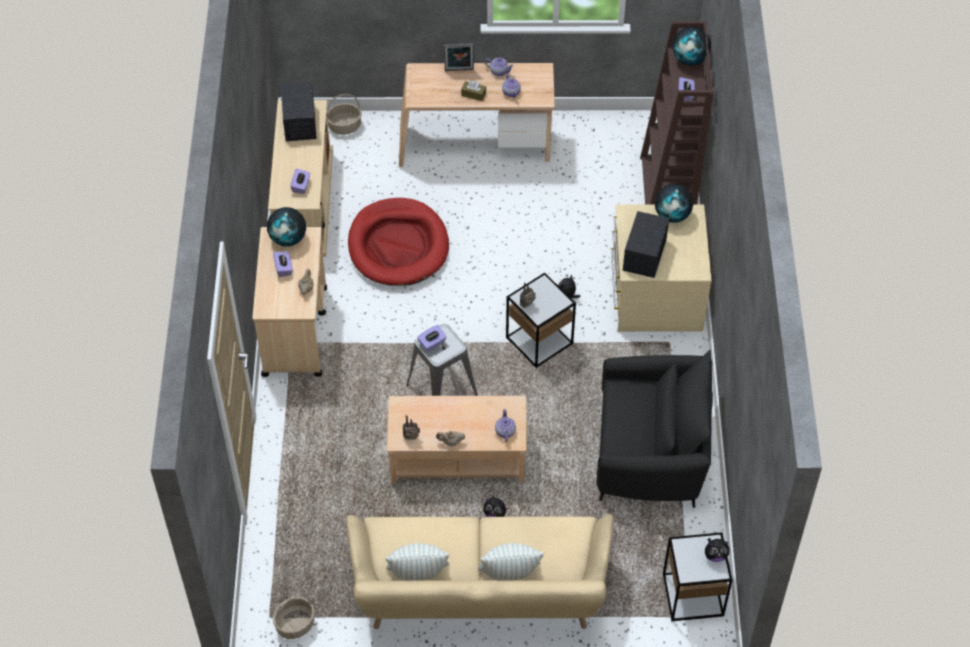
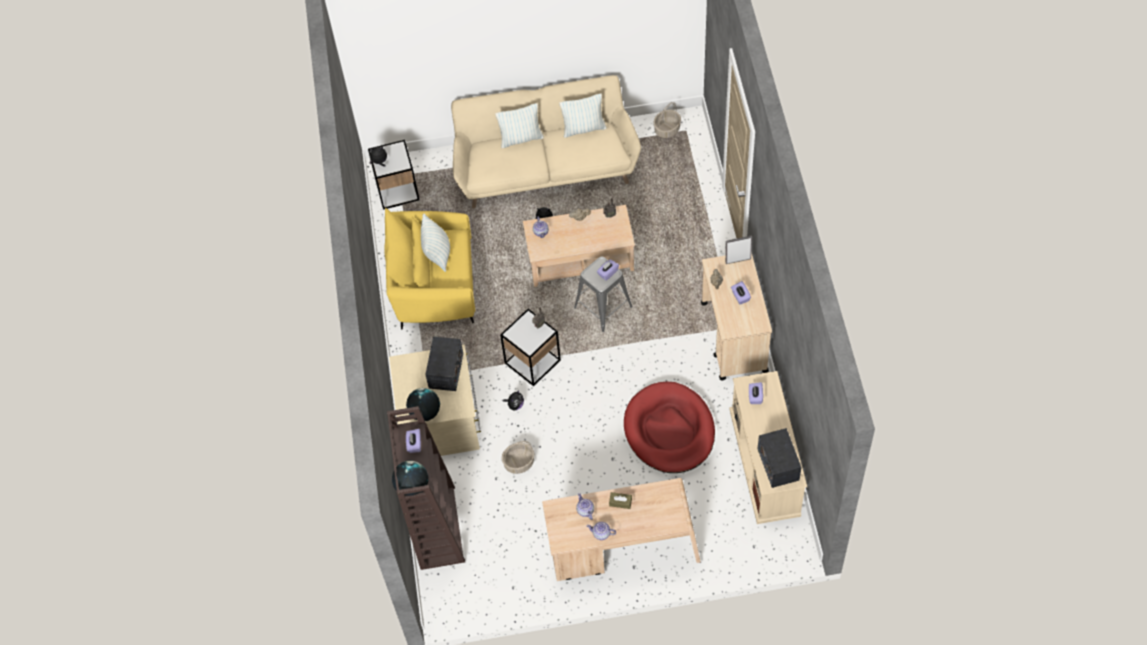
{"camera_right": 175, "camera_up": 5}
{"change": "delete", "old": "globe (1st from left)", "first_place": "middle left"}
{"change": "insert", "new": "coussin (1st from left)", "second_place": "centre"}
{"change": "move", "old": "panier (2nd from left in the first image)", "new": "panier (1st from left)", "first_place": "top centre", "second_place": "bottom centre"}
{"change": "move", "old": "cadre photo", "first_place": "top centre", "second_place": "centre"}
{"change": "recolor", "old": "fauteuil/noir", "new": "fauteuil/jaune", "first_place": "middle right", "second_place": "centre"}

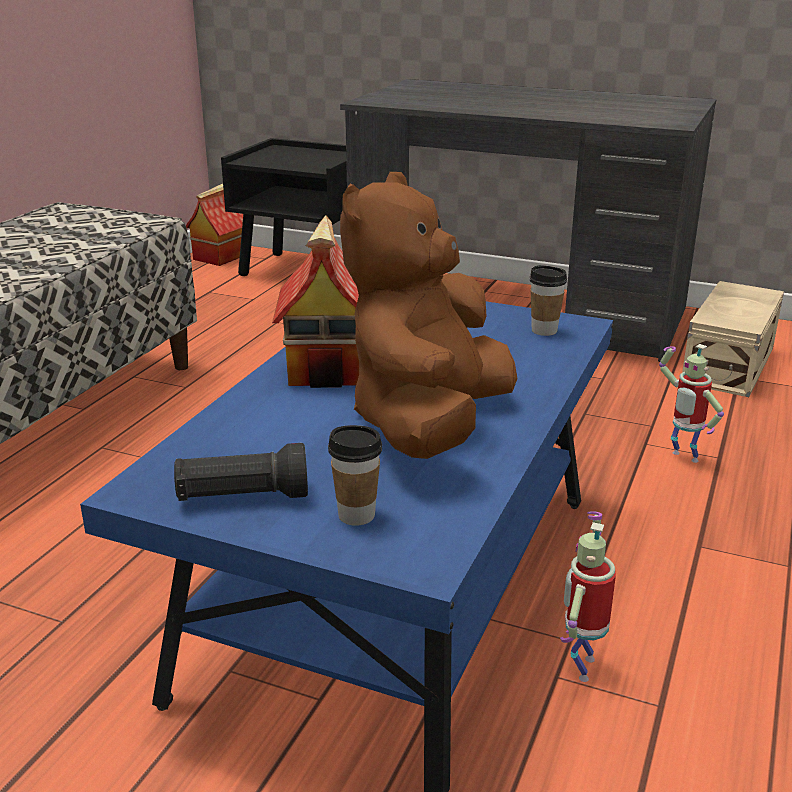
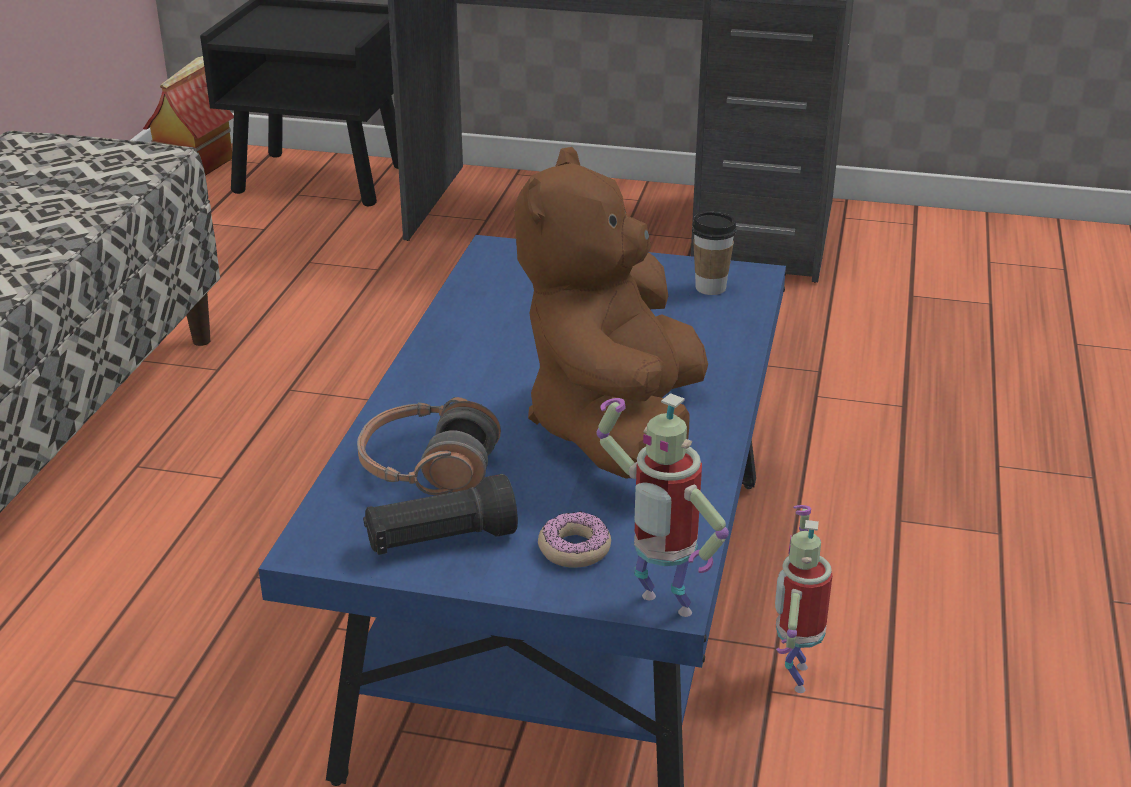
{"camera_right": -10, "camera_up": 5}
{"change": "delete", "old": "maison miniature (2nd from left)", "first_place": "centre"}
{"change": "delete", "old": "boîte de rangement/beige", "first_place": "middle right"}
{"change": "insert", "new": "casque audio", "second_place": "centre"}
{"change": "move", "old": "robot jouet (2nd from left in the first image)", "new": "robot jouet (1st from left)", "first_place": "middle right", "second_place": "centre"}
{"change": "replace", "old": "tasse (1st from left)", "new": "beignet", "first_place": "centre", "second_place": "bottom centre"}

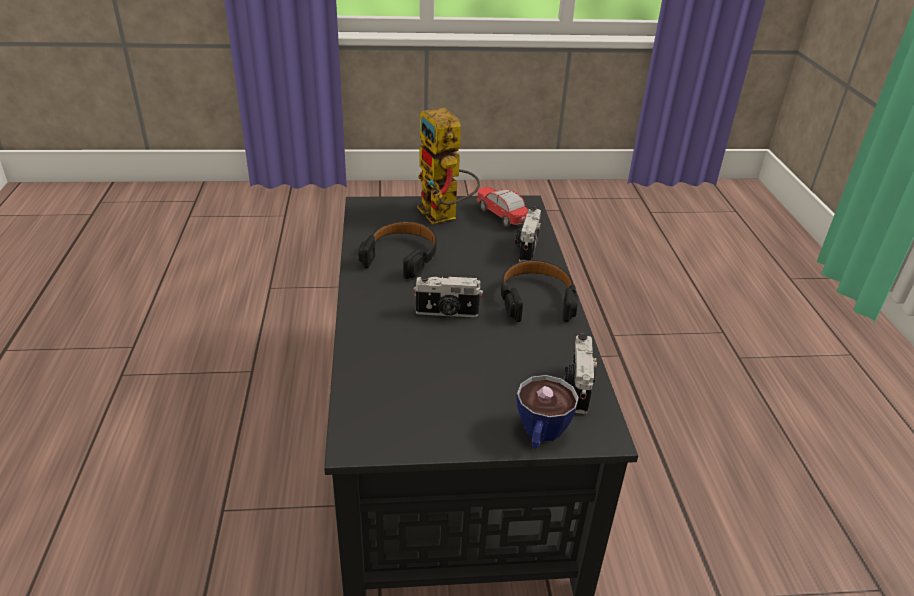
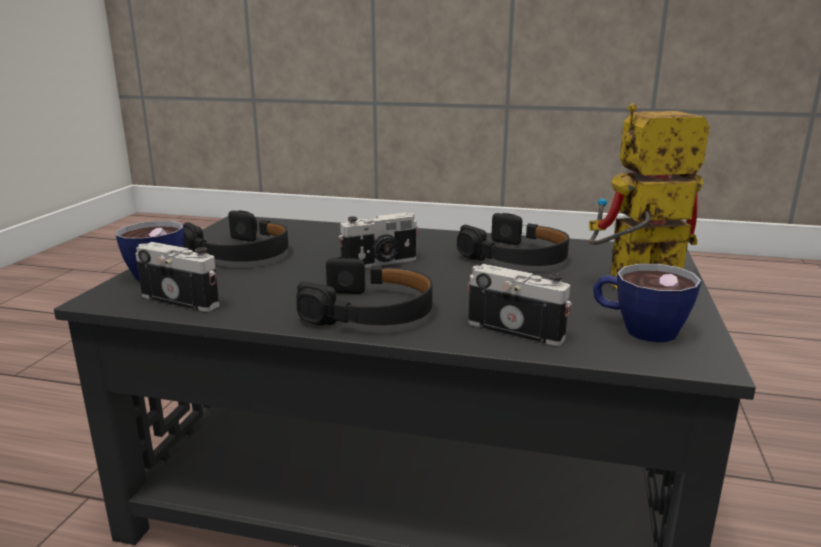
{"camera_right": 110, "camera_up": -15}
{"change": "insert", "new": "casque audio/noir (1st from left)", "second_place": "middle left"}
{"change": "replace", "old": "petite voiture", "new": "tasse (2nd from left)", "first_place": "centre", "second_place": "middle right"}
{"change": "rotate", "old": "appareil photo (1st from left in the first image)", "first_place": "centre", "second_place": "centre", "degrees": -135}

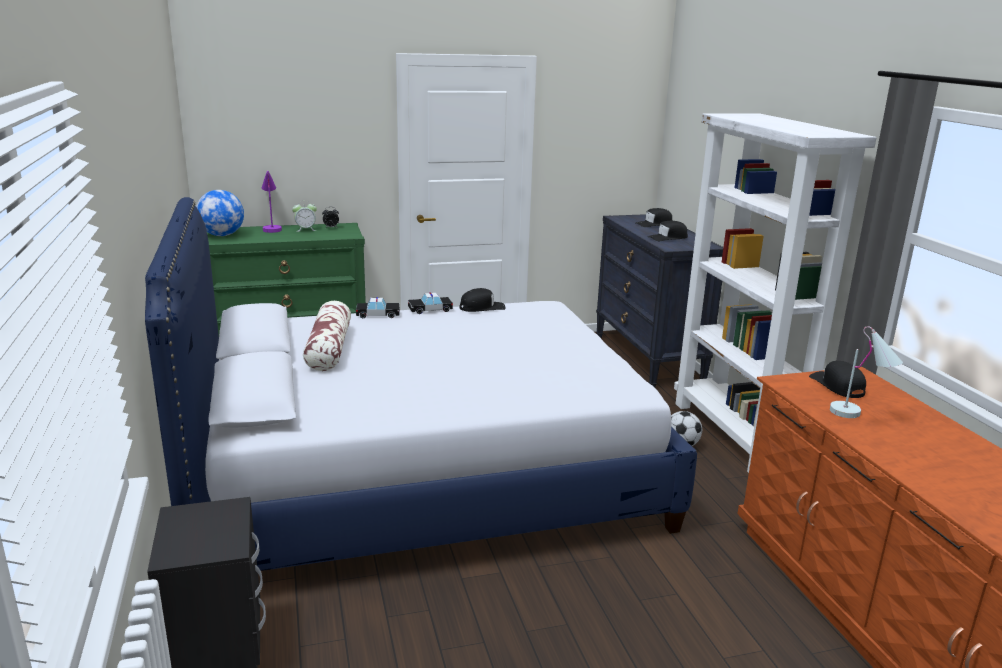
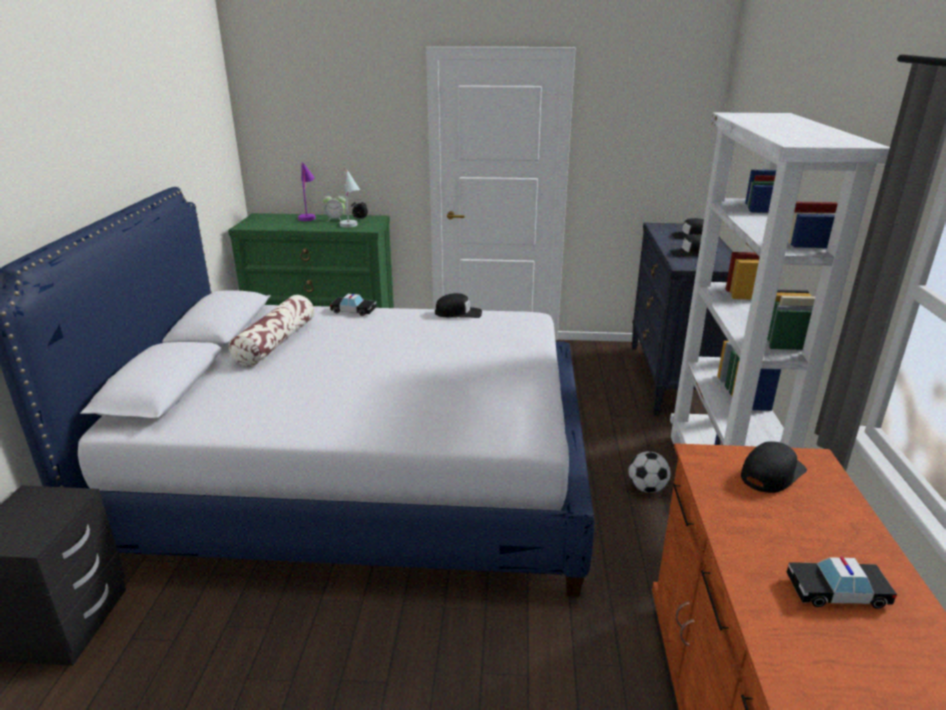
{"camera_right": 20, "camera_up": 5}
{"change": "delete", "old": "globe", "first_place": "top left"}
{"change": "move", "old": "petite voiture (2nd from left)", "first_place": "centre", "second_place": "bottom right"}
{"change": "move", "old": "lampe de table/blanc", "first_place": "middle right", "second_place": "top centre"}
{"change": "rotate", "old": "casquette/noir (4th from left)", "first_place": "middle right", "second_place": "middle right", "degrees": 45}

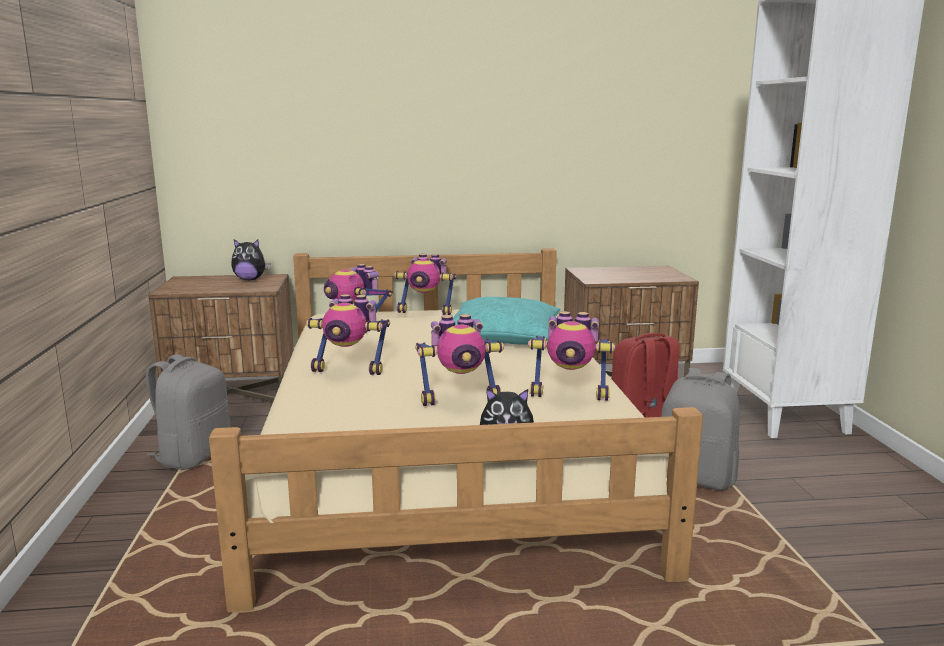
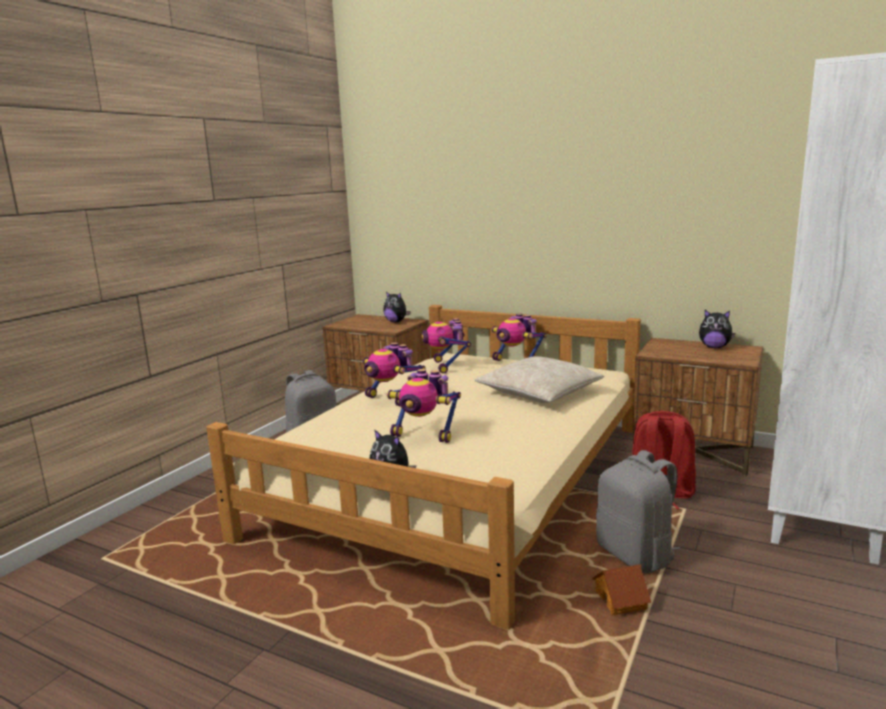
{"camera_right": 35, "camera_up": 0}
{"change": "delete", "old": "robot jouet (5th from left)", "first_place": "centre"}
{"change": "insert", "new": "maison miniature", "second_place": "bottom right"}
{"change": "insert", "new": "peluche (3rd from left)", "second_place": "middle right"}
{"change": "recolor", "old": "coussin/turquoise", "new": "coussin/beige", "first_place": "centre", "second_place": "centre"}

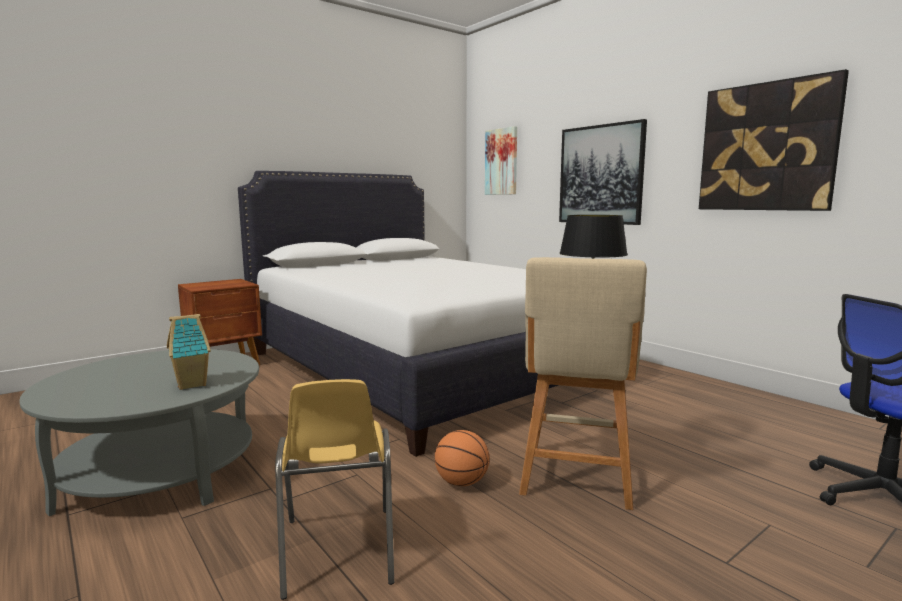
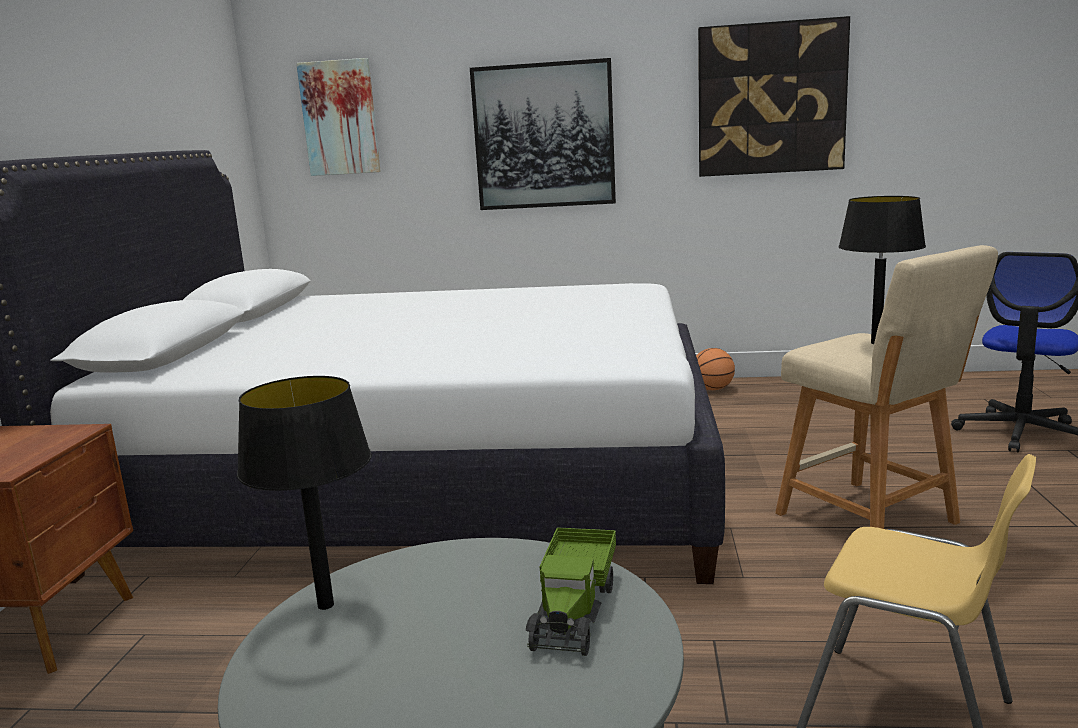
{"camera_right": -45, "camera_up": 5}
{"change": "insert", "new": "lampe de table/noir (1st from left)", "second_place": "bottom left"}
{"change": "move", "old": "ballon de basket", "first_place": "bottom centre", "second_place": "centre"}
{"change": "replace", "old": "maison miniature", "new": "camion jouet", "first_place": "middle left", "second_place": "bottom centre"}

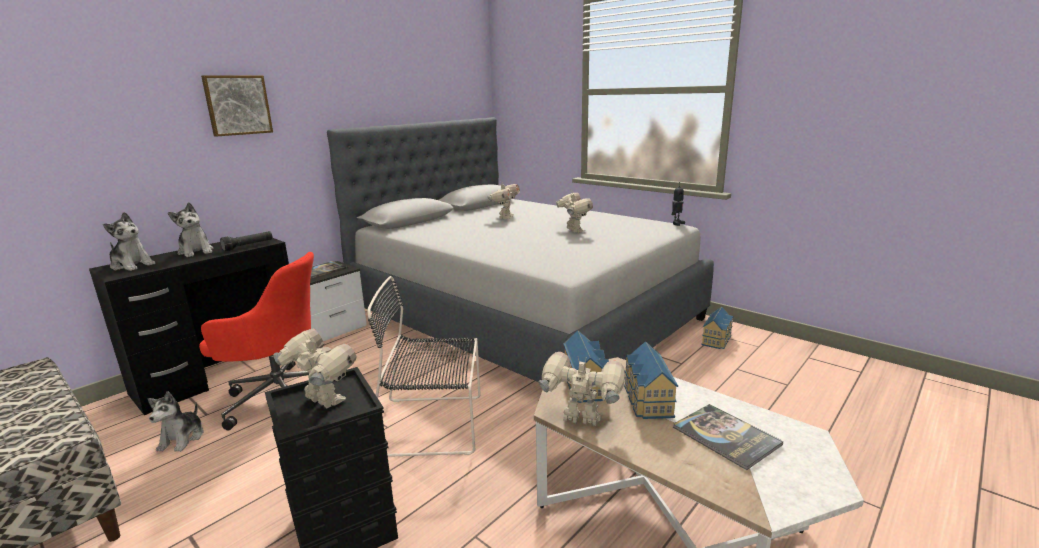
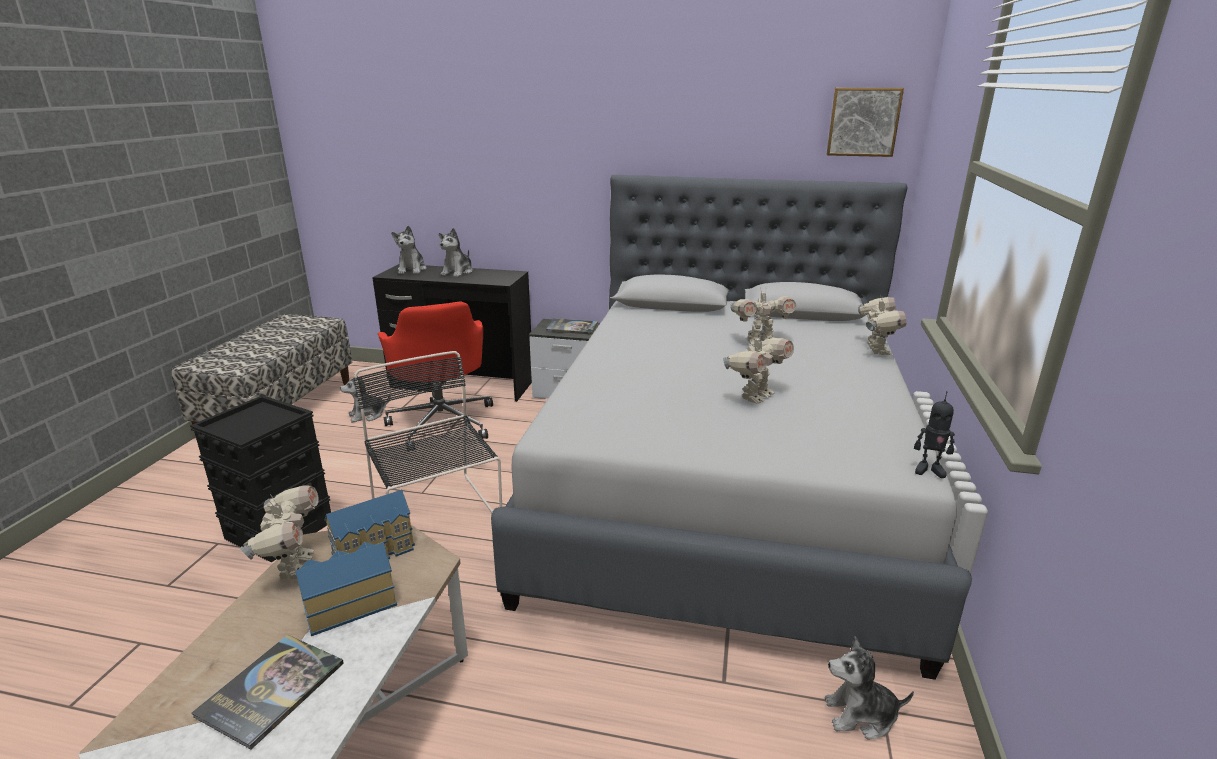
{"camera_right": 60, "camera_up": 5}
{"change": "delete", "old": "lampe de poche/noir", "first_place": "middle left"}
{"change": "move", "old": "tableau", "first_place": "top left", "second_place": "top right"}
{"change": "move", "old": "robot jouet (1st from left in the first image)", "new": "robot jouet (4th from left)", "first_place": "bottom left", "second_place": "middle right"}
{"change": "replace", "old": "maison miniature (3rd from left)", "new": "peluche (4th from left)", "first_place": "middle right", "second_place": "bottom right"}

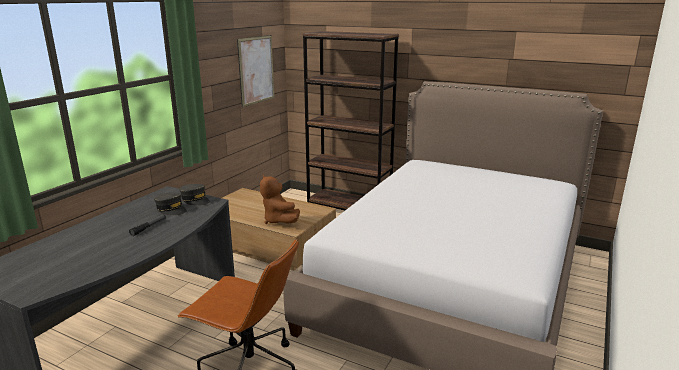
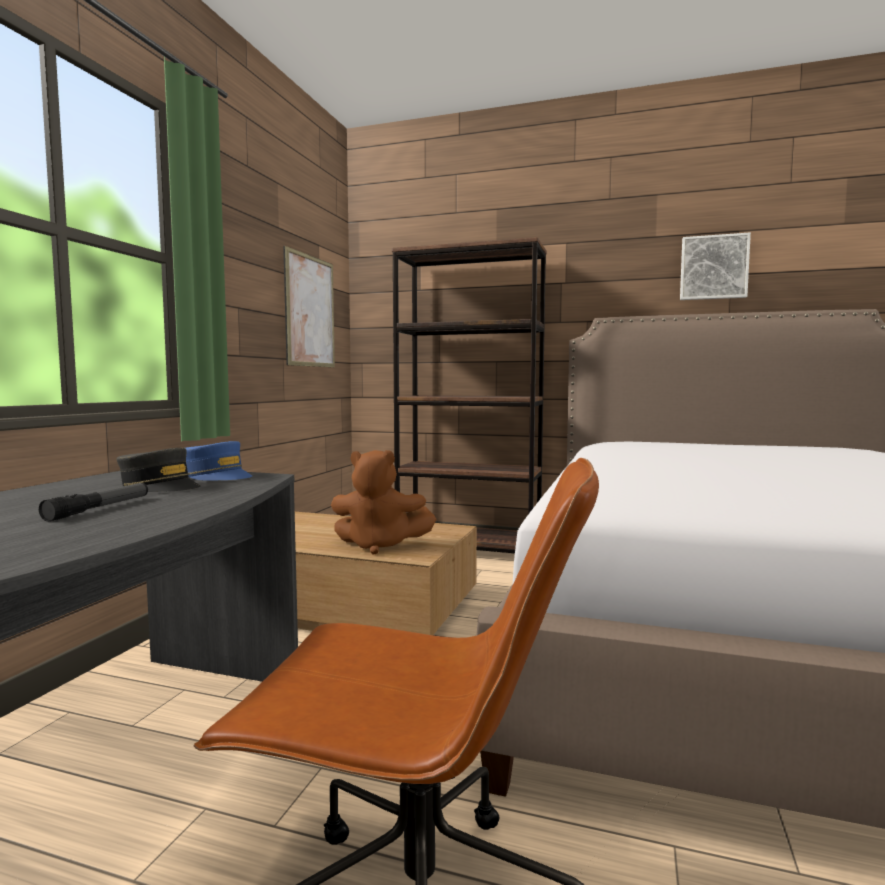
{"camera_right": -10, "camera_up": -15}
{"change": "insert", "new": "tableau (2nd from left)", "second_place": "top right"}
{"change": "recolor", "old": "casquette/gris (2nd from left)", "new": "casquette/bleu", "first_place": "middle left", "second_place": "middle left"}
{"change": "rotate", "old": "peluche/marron", "first_place": "centre", "second_place": "centre", "degrees": -45}

